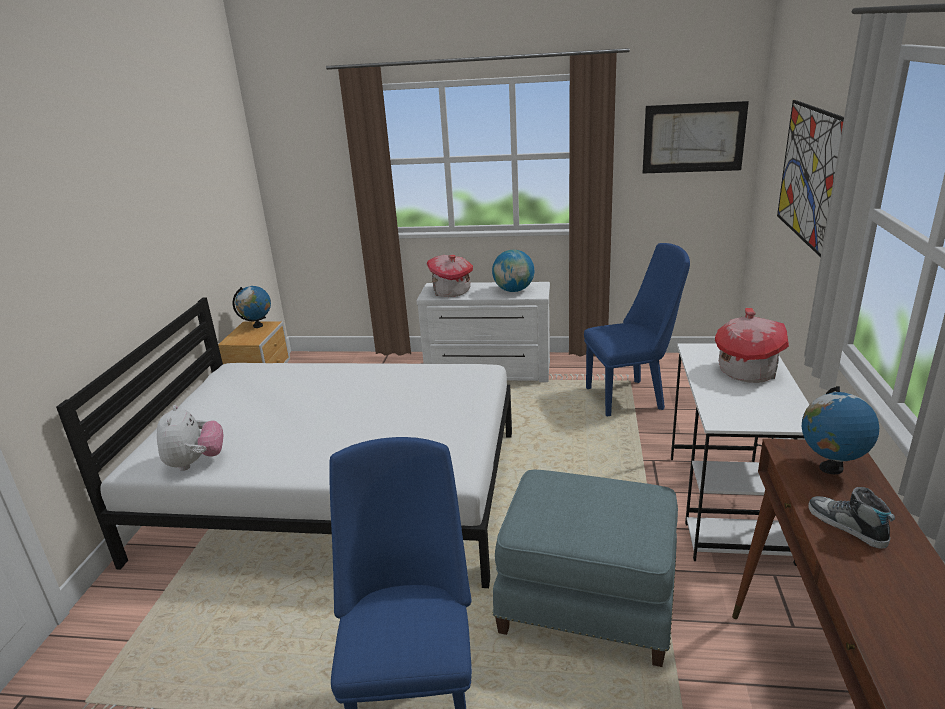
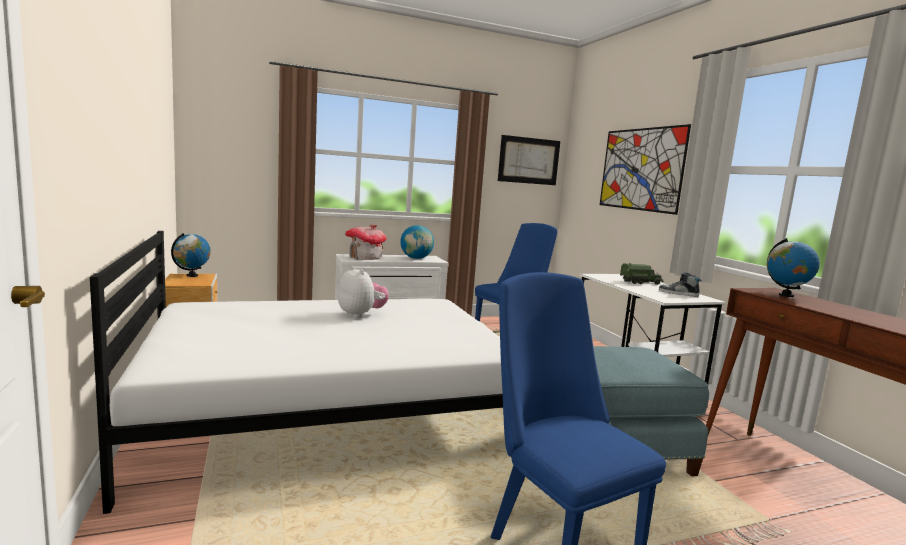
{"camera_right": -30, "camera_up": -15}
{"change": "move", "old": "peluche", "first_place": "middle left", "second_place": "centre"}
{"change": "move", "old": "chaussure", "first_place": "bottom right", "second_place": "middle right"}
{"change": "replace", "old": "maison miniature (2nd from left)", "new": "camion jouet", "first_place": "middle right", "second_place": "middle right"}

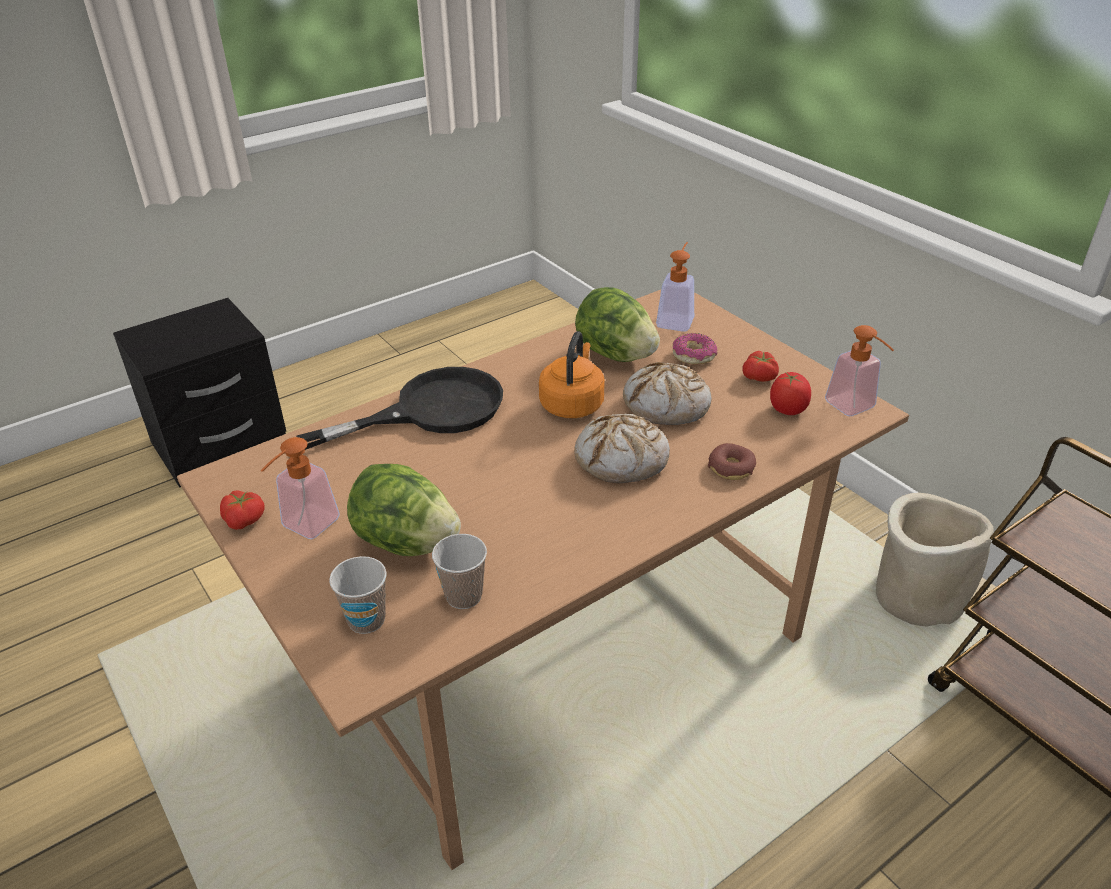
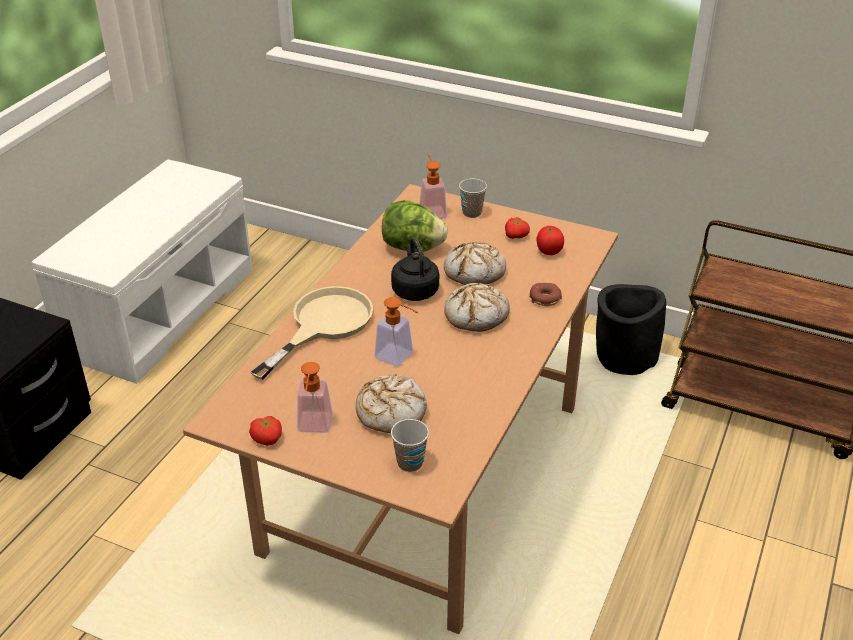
{"camera_right": -30, "camera_up": 0}
{"change": "delete", "old": "beignet (1st from left)", "first_place": "centre"}
{"change": "insert", "new": "banc/blanc", "second_place": "middle left"}
{"change": "move", "old": "tasse (2nd from left)", "first_place": "centre", "second_place": "top centre"}
{"change": "move", "old": "distributeur de savon (3rd from left in the first image)", "new": "distributeur de savon (2nd from left)", "first_place": "middle right", "second_place": "centre"}
{"change": "replace", "old": "laitue (1st from left)", "new": "pain (1st from left)", "first_place": "centre", "second_place": "centre"}
{"change": "recolor", "old": "poêle/noir", "new": "poêle/beige", "first_place": "centre", "second_place": "centre"}
{"change": "recolor", "old": "bouilloire/orange", "new": "bouilloire/noir", "first_place": "centre", "second_place": "centre"}
{"change": "recolor", "old": "cache-pot/beige", "new": "cache-pot/noir", "first_place": "middle right", "second_place": "middle right"}

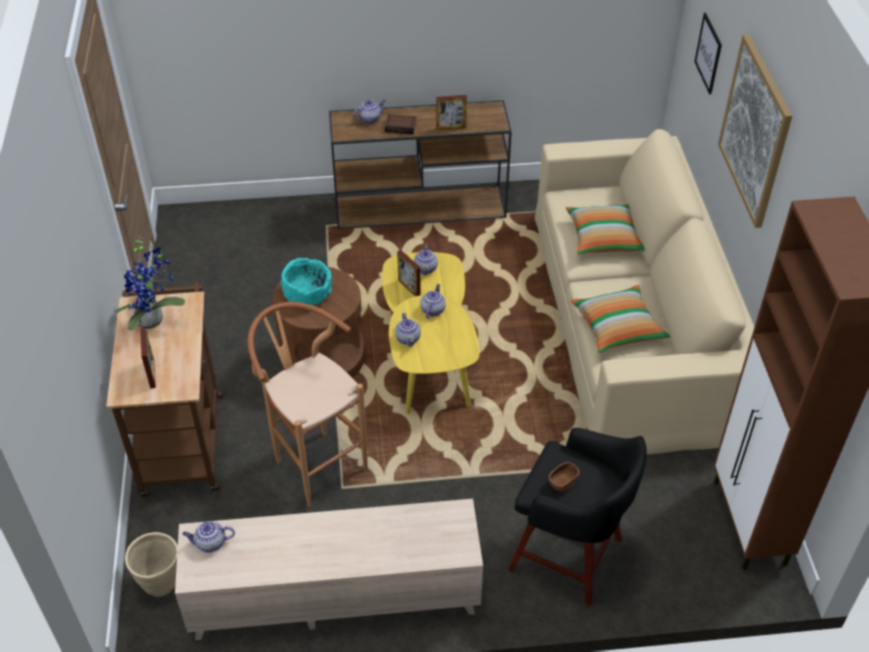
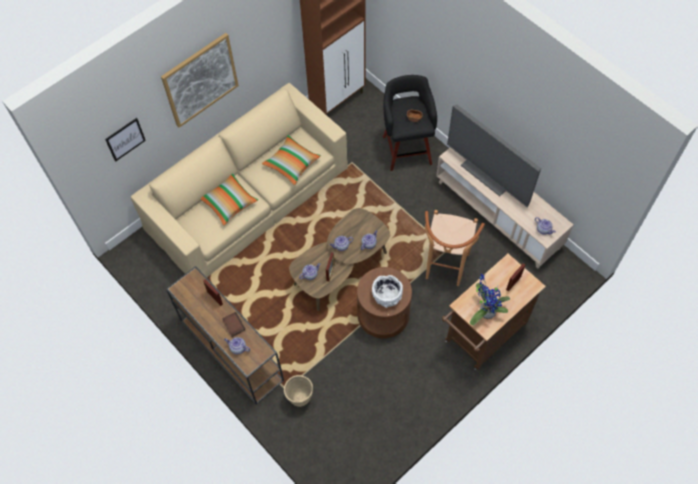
{"camera_right": -125, "camera_up": 15}
{"change": "insert", "new": "téléviseur", "second_place": "top right"}
{"change": "move", "old": "cache-pot/beige", "first_place": "bottom left", "second_place": "bottom centre"}
{"change": "recolor", "old": "bol/turquoise", "new": "bol/blanc", "first_place": "centre", "second_place": "centre"}
{"change": "recolor", "old": "table basse/jaune", "new": "table basse/marron", "first_place": "centre", "second_place": "centre"}

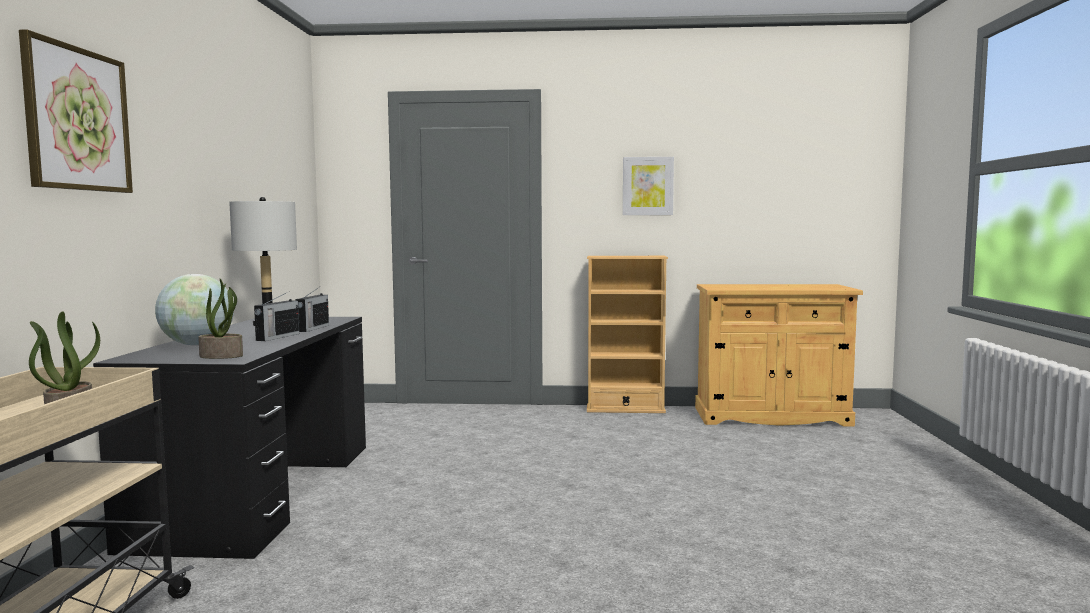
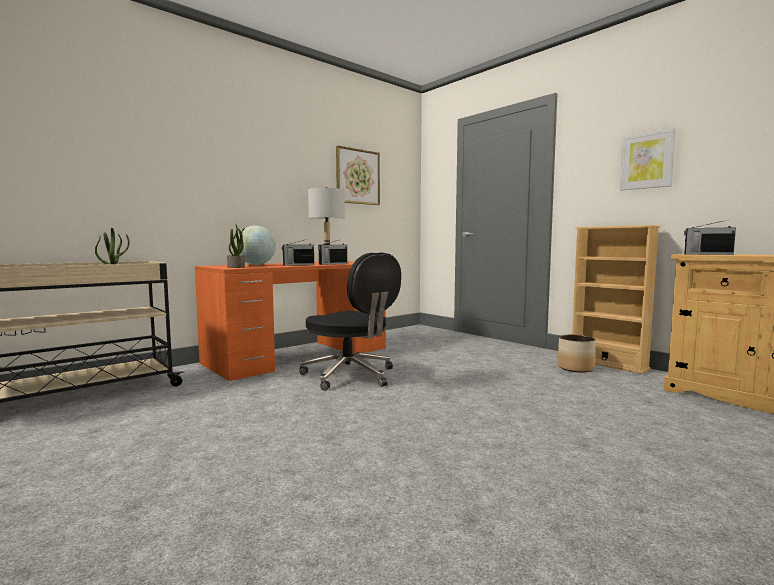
{"camera_right": 45, "camera_up": 0}
{"change": "insert", "new": "chaise de bureau/noir", "second_place": "centre"}
{"change": "insert", "new": "cache-pot", "second_place": "middle right"}
{"change": "insert", "new": "radio (3rd from left)", "second_place": "middle right"}
{"change": "move", "old": "tableau (1st from left)", "first_place": "top left", "second_place": "top centre"}
{"change": "recolor", "old": "bureau/noir", "new": "bureau/orange", "first_place": "bottom left", "second_place": "centre"}

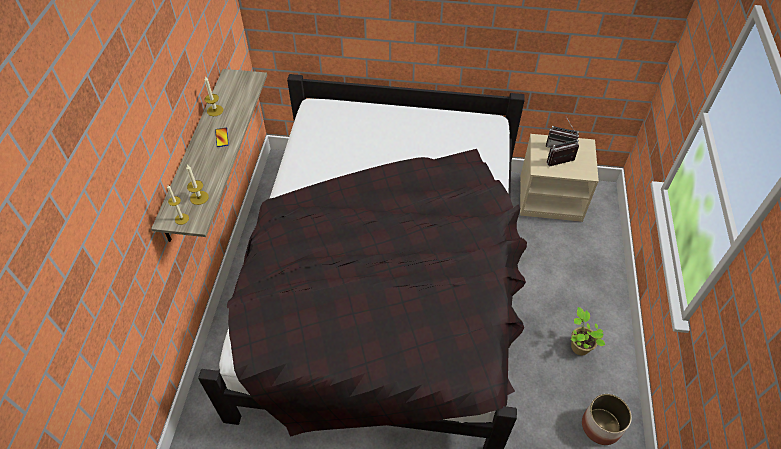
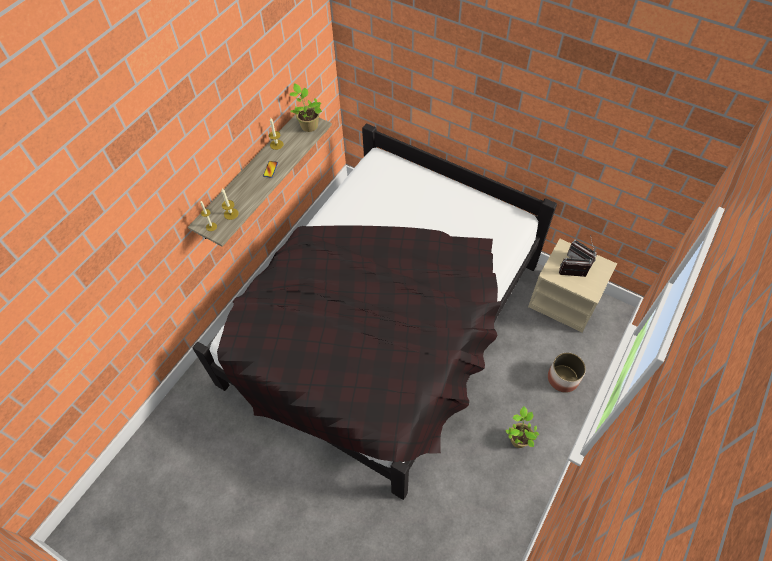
{"camera_right": 25, "camera_up": 5}
{"change": "insert", "new": "plante en pot (1st from left)", "second_place": "top centre"}
{"change": "move", "old": "cache-pot", "first_place": "bottom right", "second_place": "middle right"}

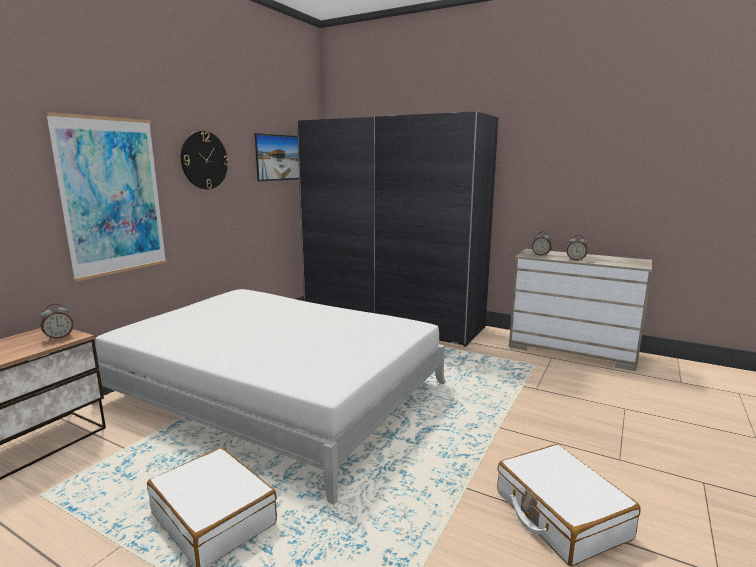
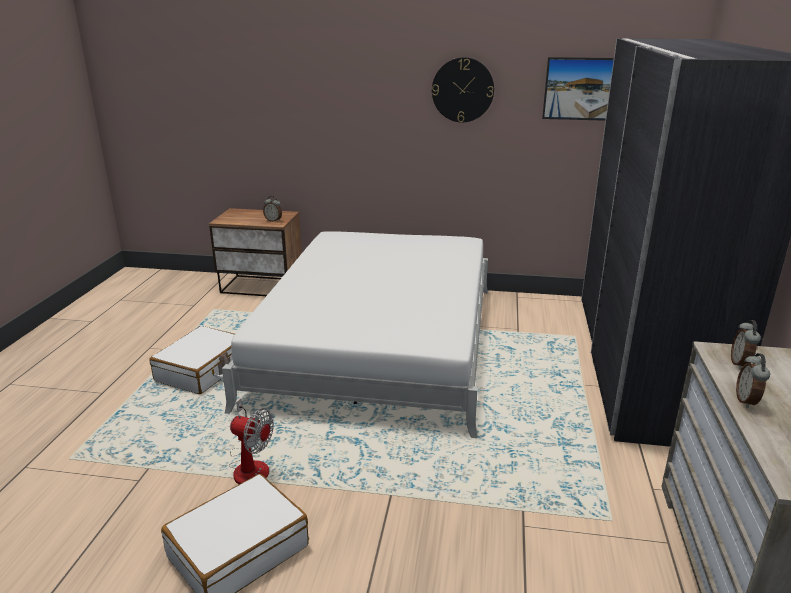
{"camera_right": 70, "camera_up": 10}
{"change": "delete", "old": "tableau (1st from left)", "first_place": "middle left"}
{"change": "insert", "new": "ventilateur", "second_place": "bottom left"}

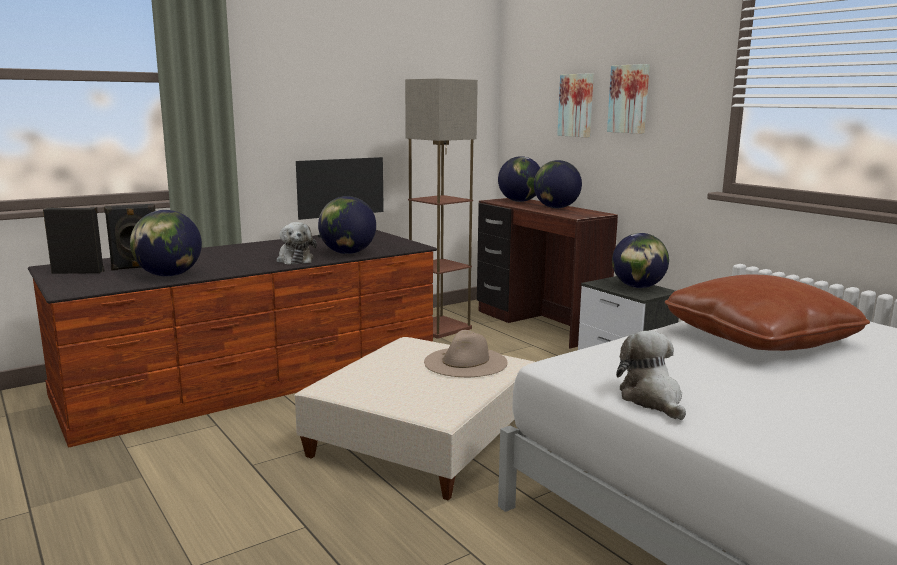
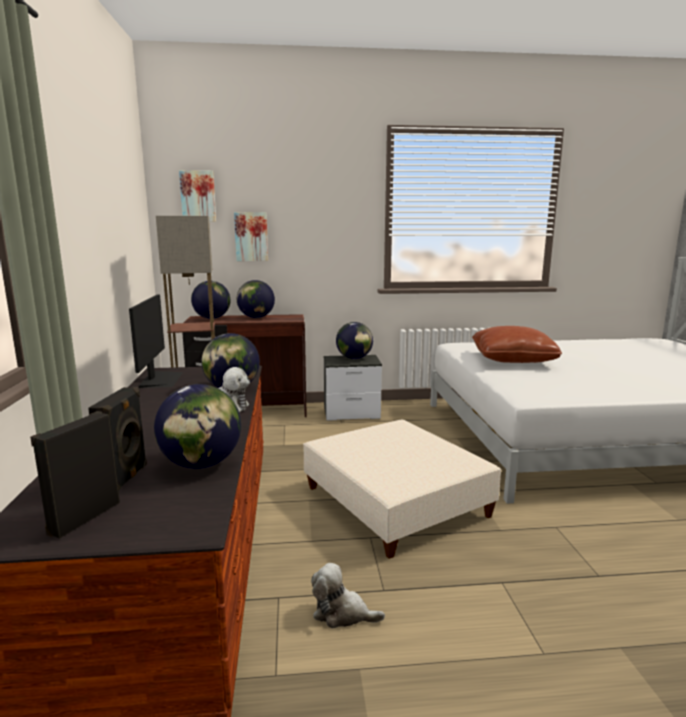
{"camera_right": -60, "camera_up": 0}
{"change": "delete", "old": "chapeau/beige", "first_place": "centre"}
{"change": "move", "old": "tableau (2nd from left in the first image)", "new": "tableau (1st from left)", "first_place": "top right", "second_place": "top left"}
{"change": "move", "old": "peluche (2nd from left)", "first_place": "middle right", "second_place": "bottom centre"}

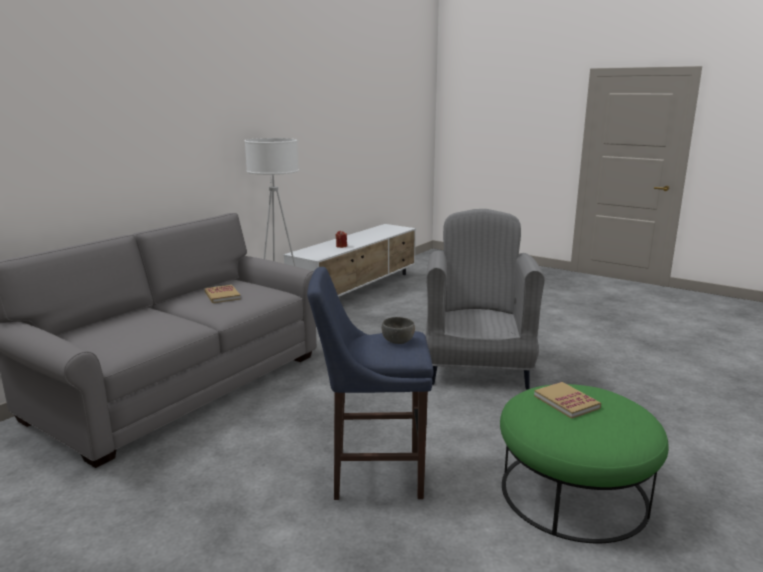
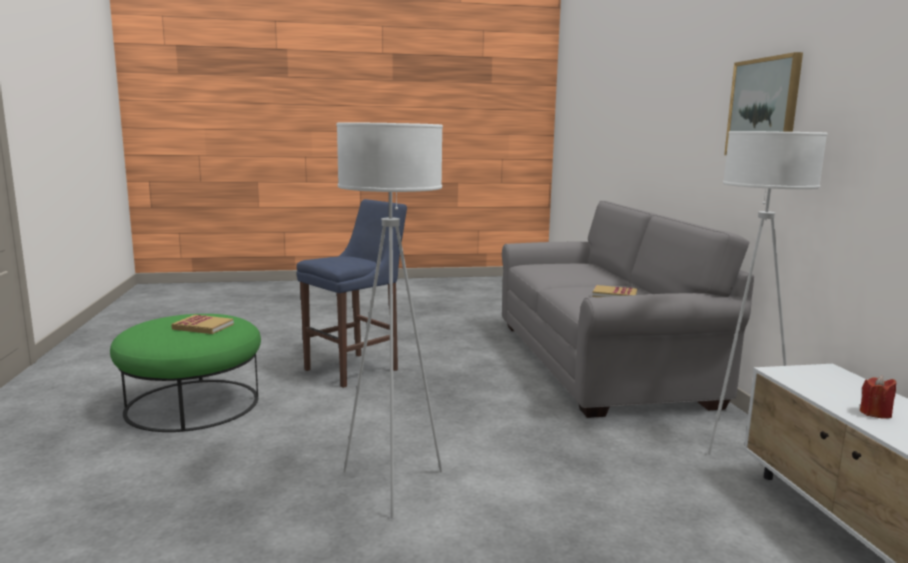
{"camera_right": 135, "camera_up": -5}
{"change": "delete", "old": "bol/gris", "first_place": "centre"}
{"change": "insert", "new": "tableau", "second_place": "top right"}
{"change": "replace", "old": "fauteuil/gris", "new": "lampadaire/blanc (1st from left)", "first_place": "centre", "second_place": "centre"}

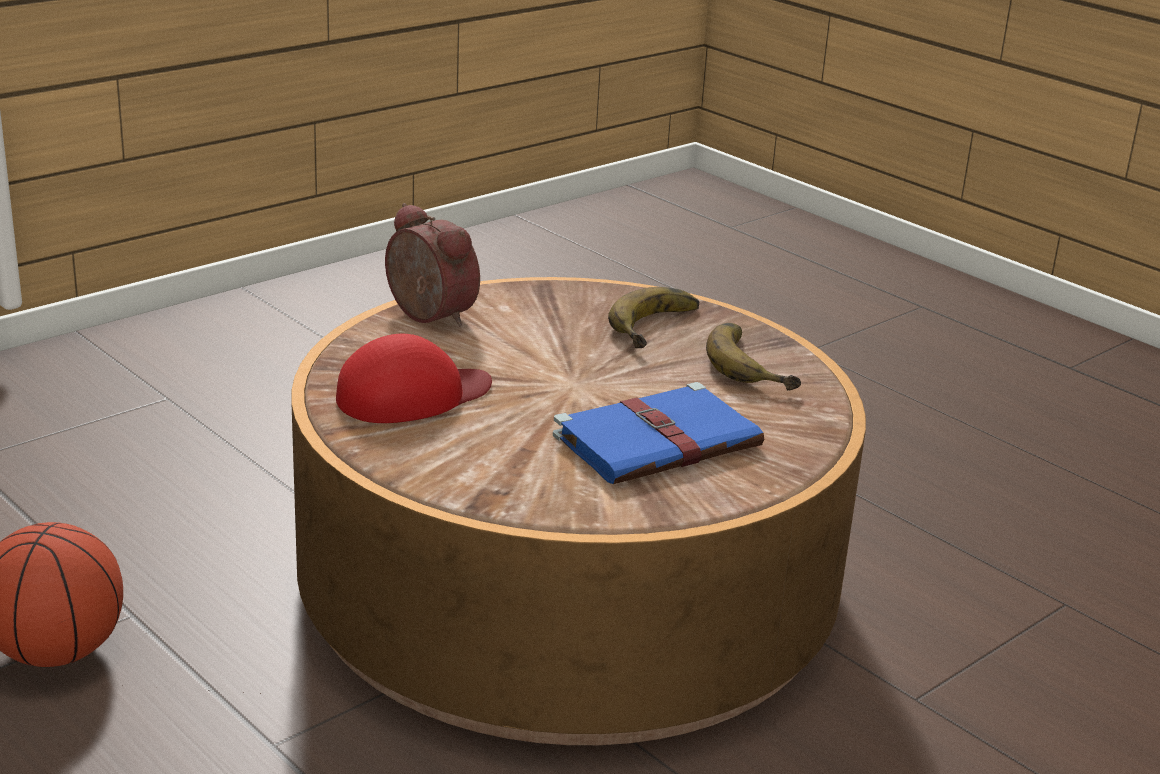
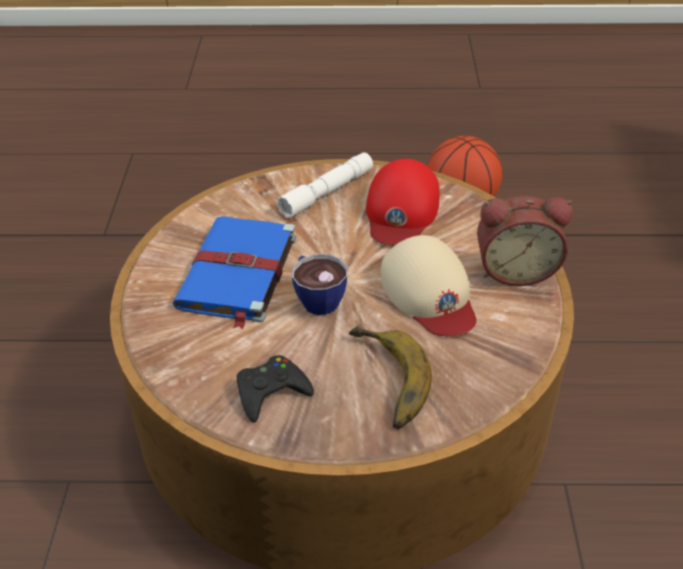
{"camera_right": 135, "camera_up": 15}
{"change": "insert", "new": "lampe de poche/blanc", "second_place": "top centre"}
{"change": "insert", "new": "tasse", "second_place": "centre"}
{"change": "insert", "new": "casquette/beige", "second_place": "centre"}
{"change": "replace", "old": "banane (2nd from left)", "new": "manette/noir", "first_place": "centre", "second_place": "bottom centre"}

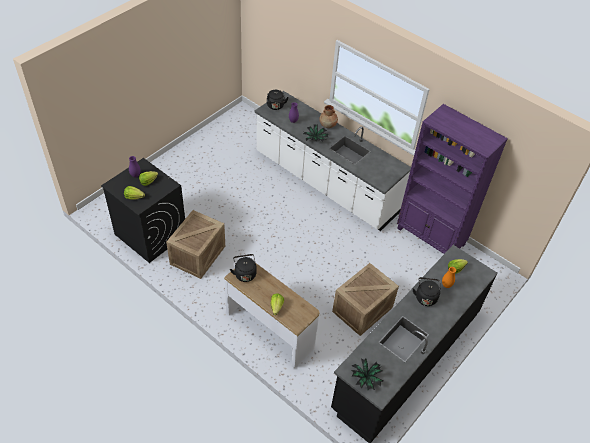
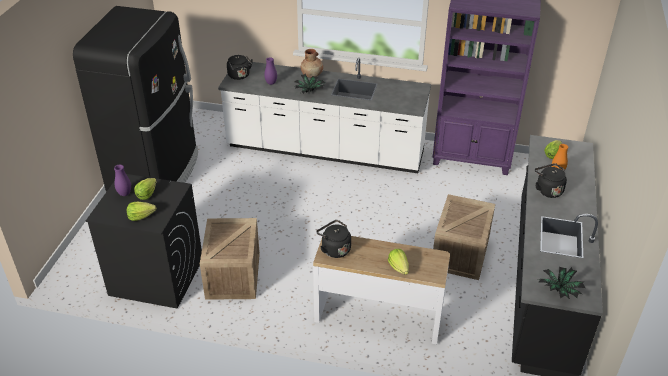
{"camera_right": -25, "camera_up": -10}
{"change": "insert", "new": "réfrigérateur/noir", "second_place": "top left"}

